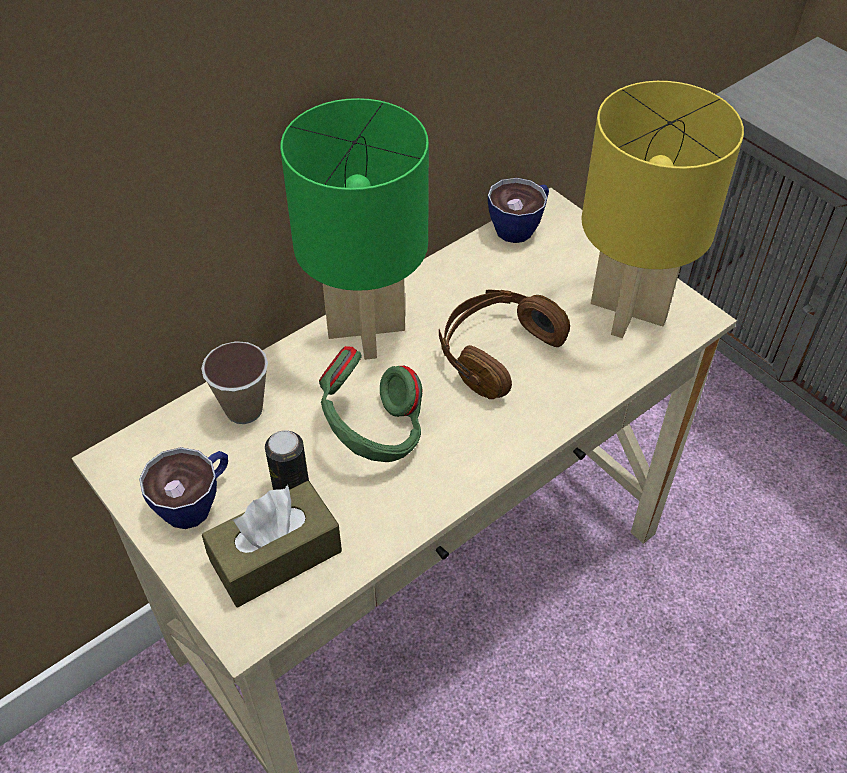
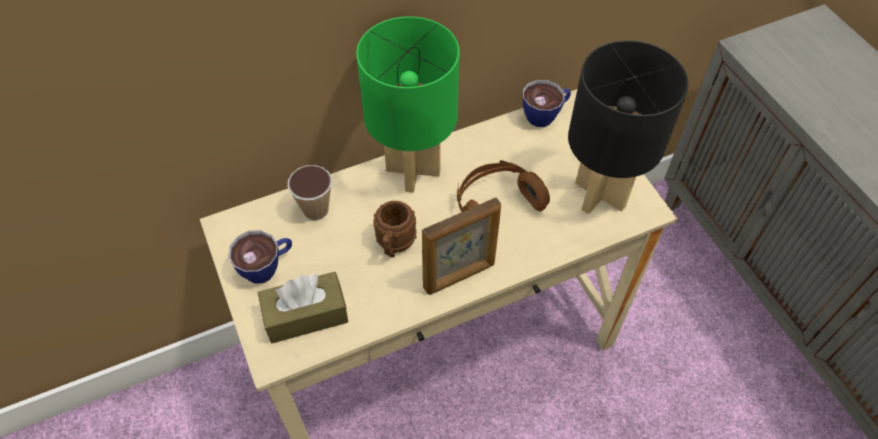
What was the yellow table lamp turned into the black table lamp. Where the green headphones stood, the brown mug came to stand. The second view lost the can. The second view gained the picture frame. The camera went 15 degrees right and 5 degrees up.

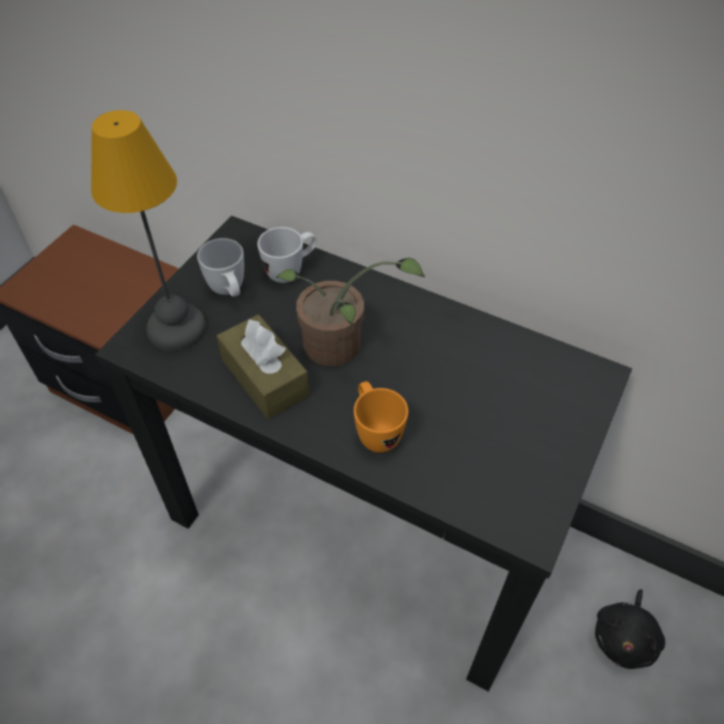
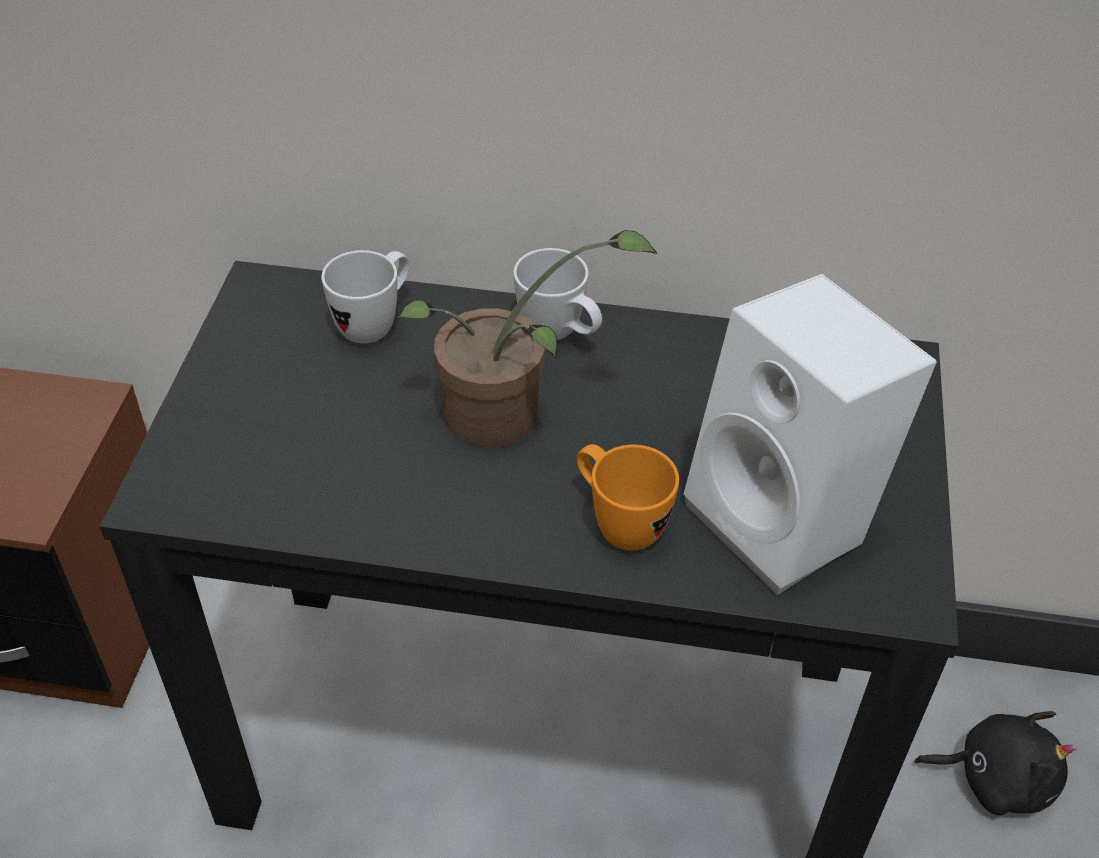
The second view lost the table lamp. The white mug (no. 1 from left in the first image) ended up elsewhere. The second view lost the brown tissue box. The black plush toy ended up facing another way, 90 degrees counterclockwise from before. The second view gained the white speaker. The camera went 20 degrees left and 5 degrees down.

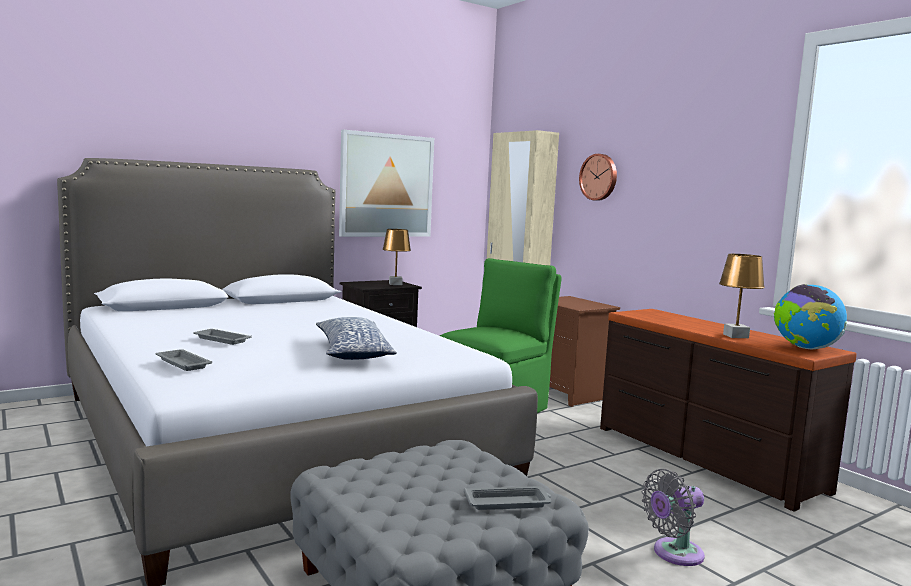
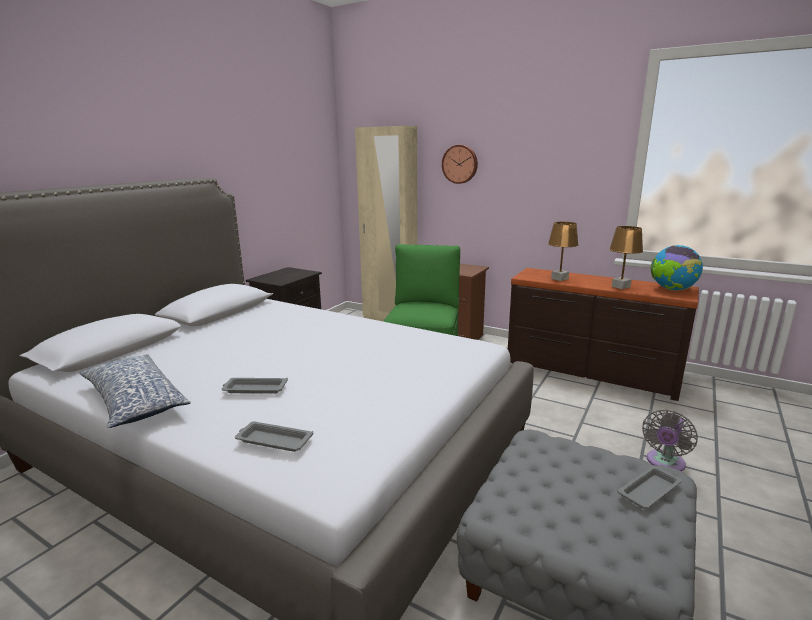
The second view lost the picture. The brown table lamp (no. 1 from left) ended up elsewhere. The pillow ended up elsewhere. The camera went 25 degrees left and 10 degrees up.

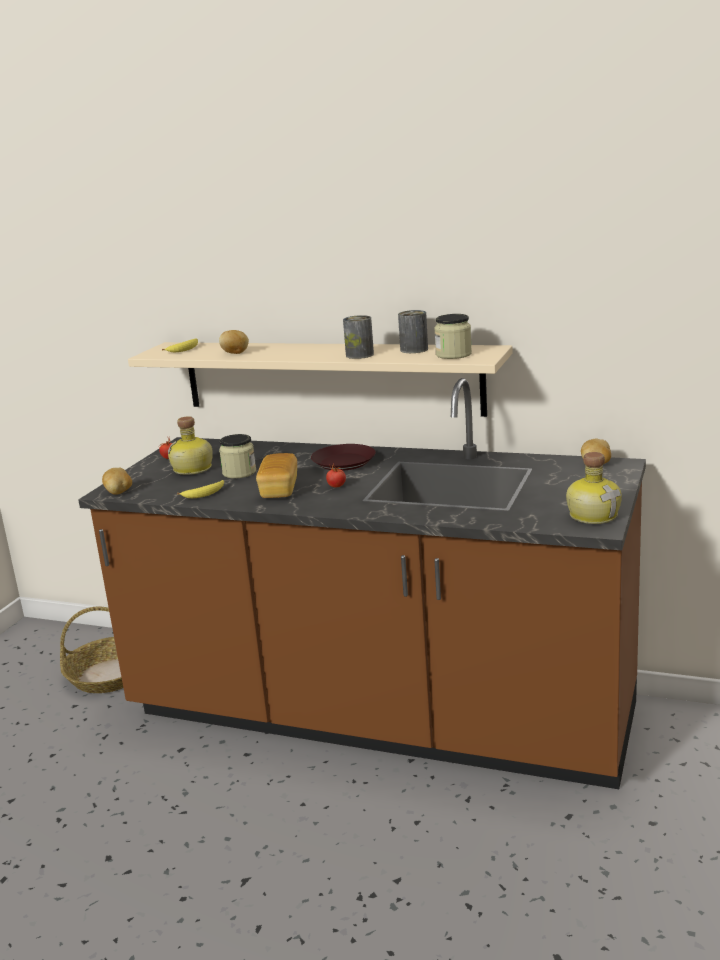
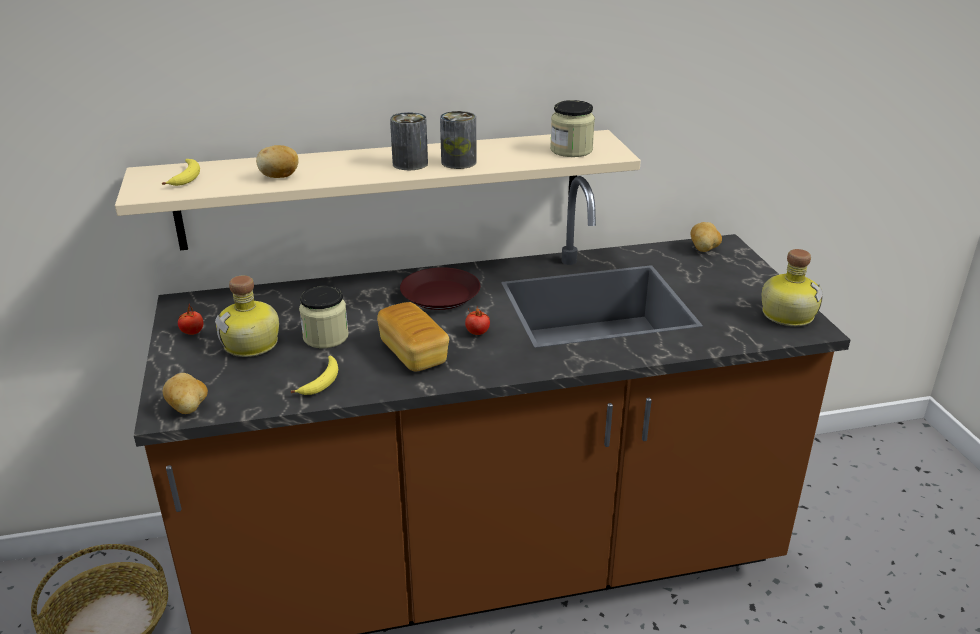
The can (no. 2 from left in the first image) ended up elsewhere. The camera went 35 degrees left and 10 degrees up.

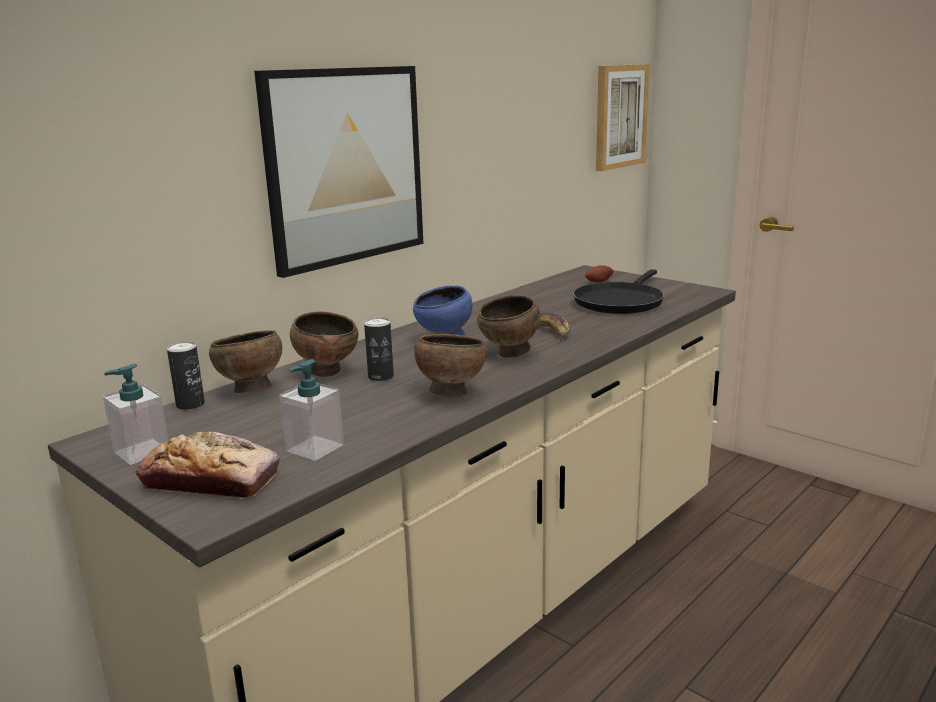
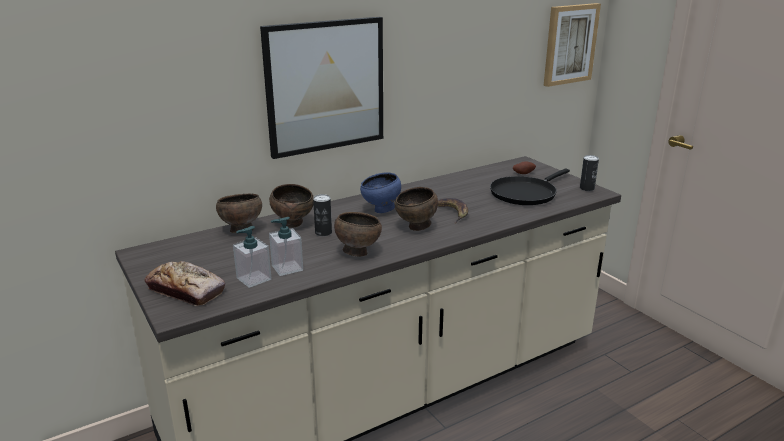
The can (no. 1 from left in the first image) ended up elsewhere. The soap dispenser (no. 1 from left in the first image) ended up elsewhere. The camera went 15 degrees right and 5 degrees up.

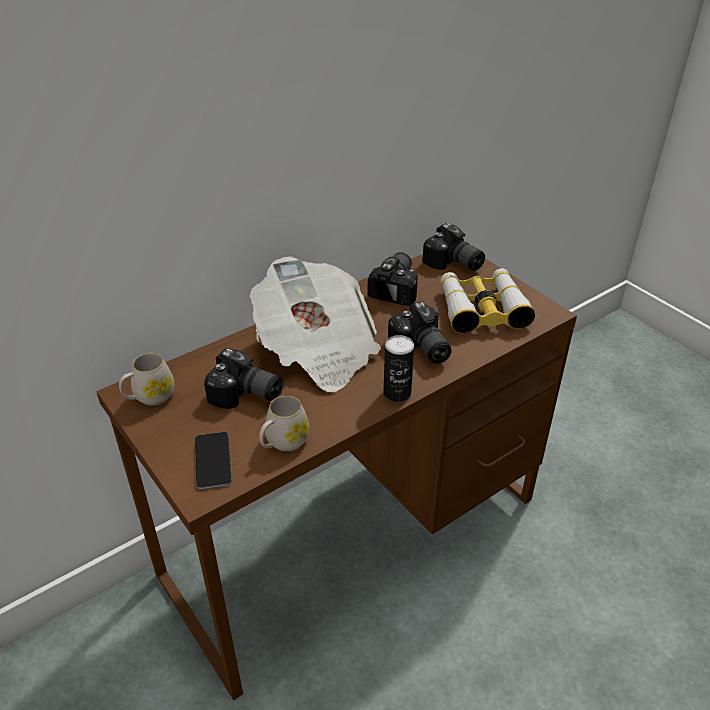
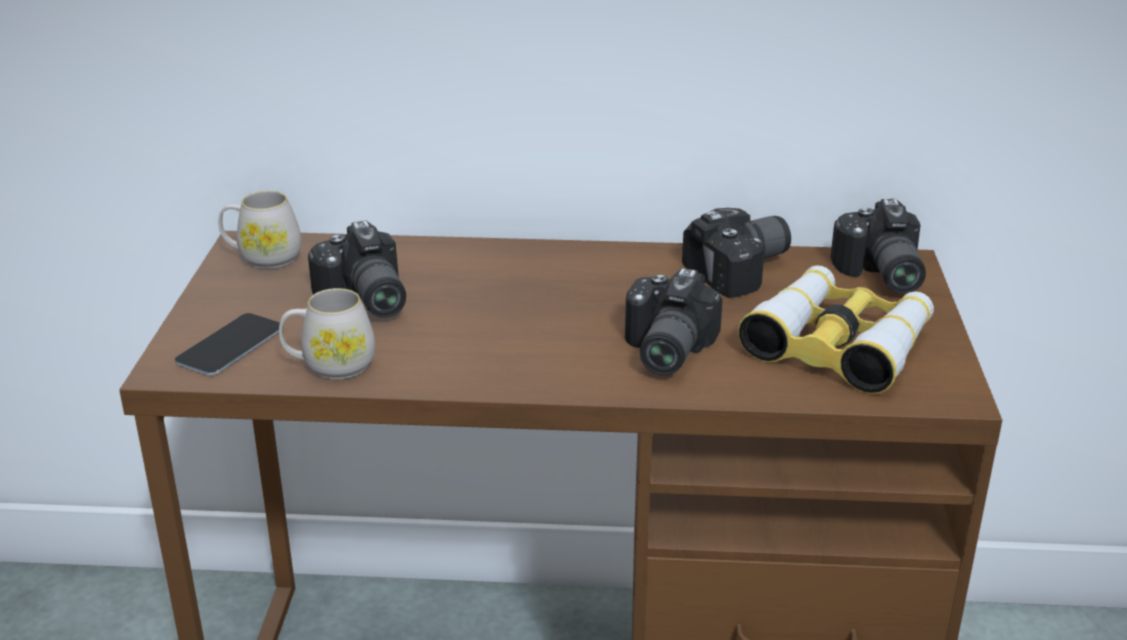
The second view lost the newspaper. The second view lost the can. The camera went 40 degrees right and 10 degrees down.

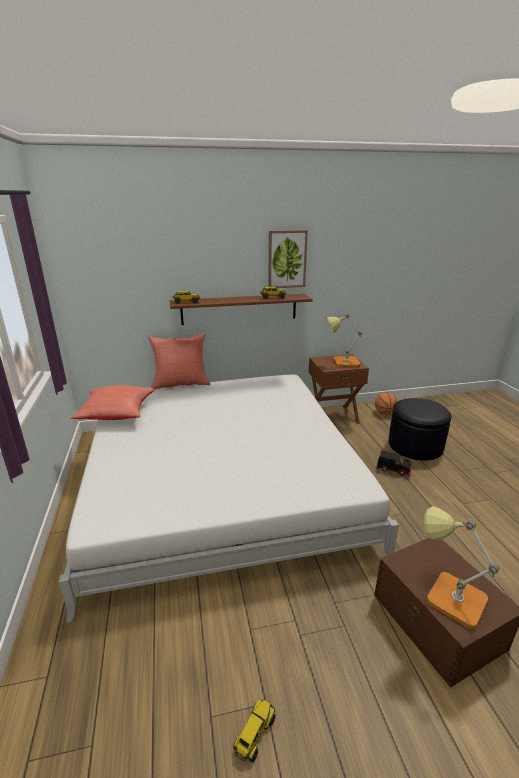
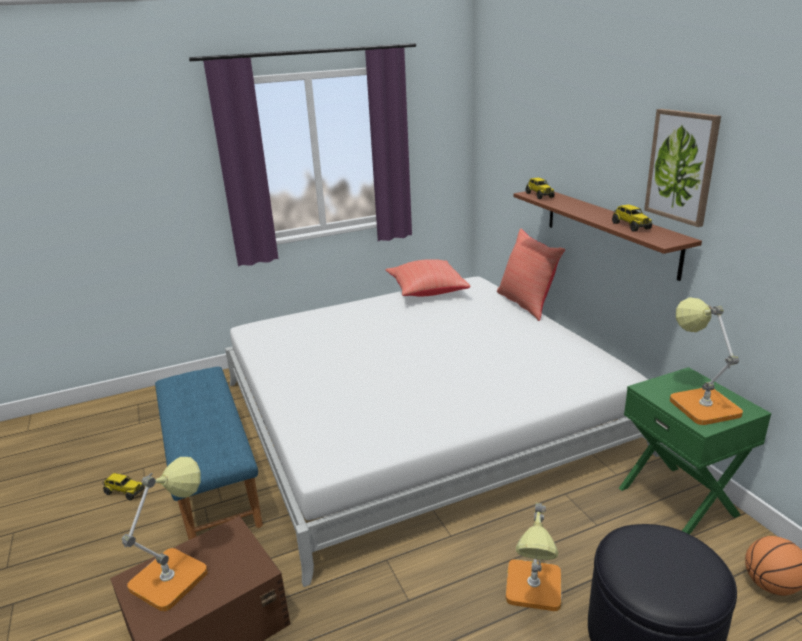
What was the brown nightstand turned into the green nightstand. Where the toy truck (no. 4 from left) stood, the table lamp (no. 2 from left) came to stand. The second view gained the blue bench. The camera went 80 degrees right and 0 degrees up.

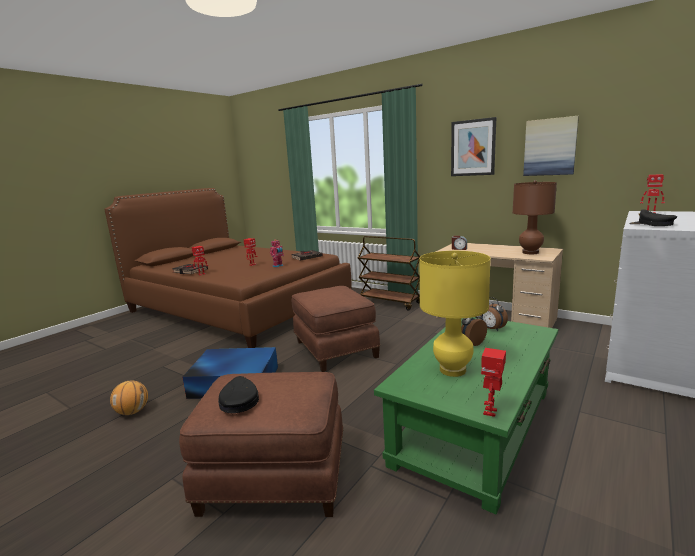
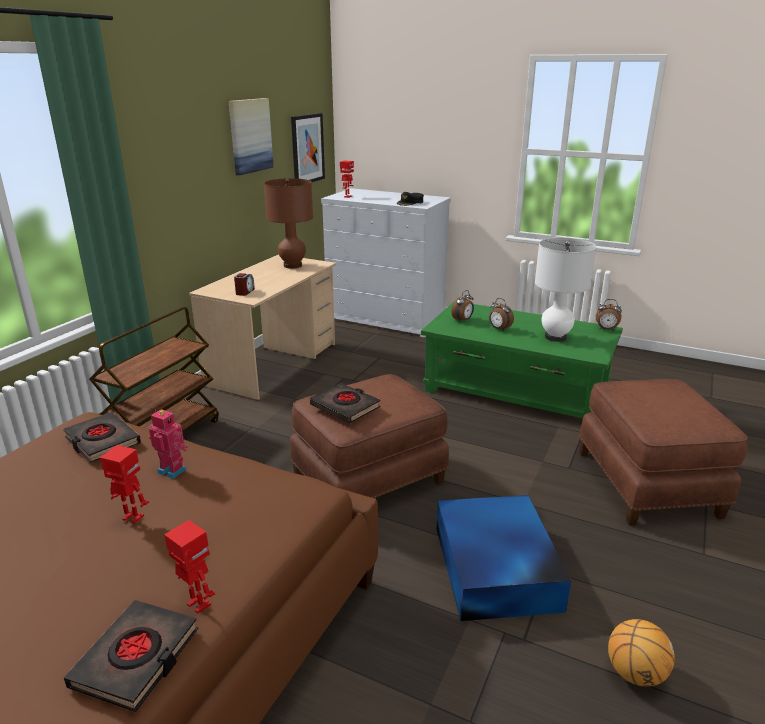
The picture (no. 1 from left in the first image) ended up elsewhere. What was the yellow table lamp turned into the white table lamp. Where the toy robot (no. 4 from left) stood, the alarm clock (no. 4 from left) came to stand. The second view lost the black cap (no. 1 from left). The second view gained the black book (no. 3 from left). The camera went 100 degrees left and 10 degrees up.

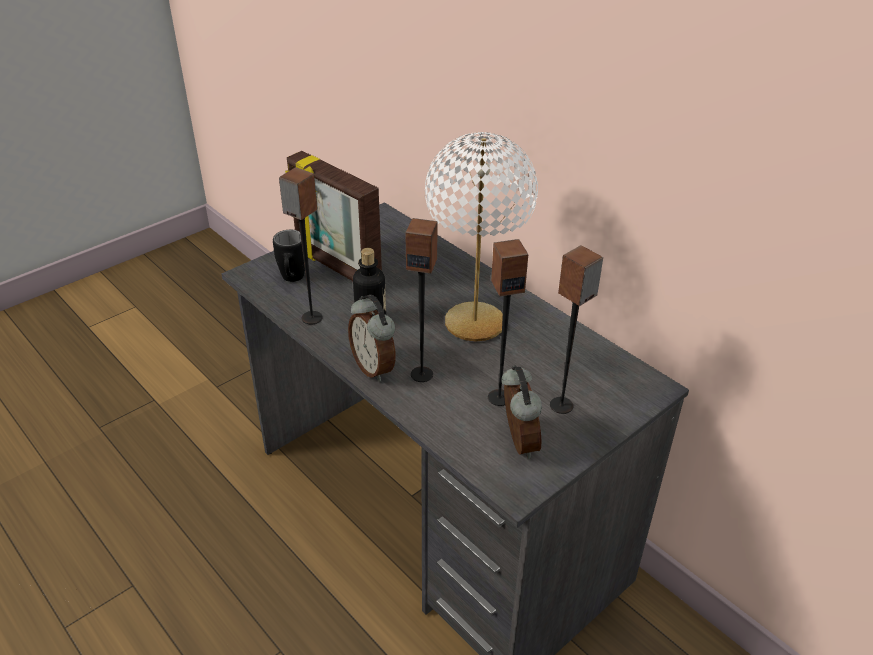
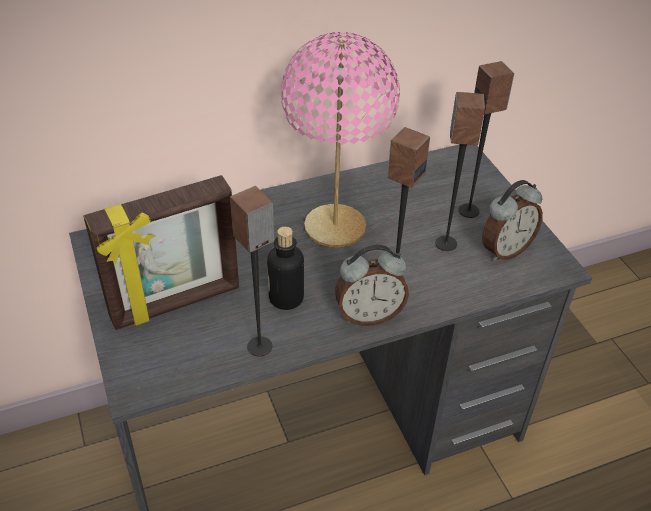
What was the white table lamp turned into the pink table lamp. The second view lost the black mug. The alarm clock (no. 2 from left) ended up facing another way, 135 degrees clockwise from before. The camera went 70 degrees left and 5 degrees up.

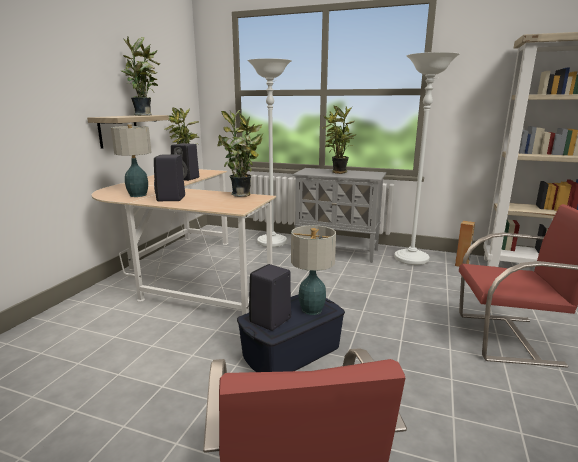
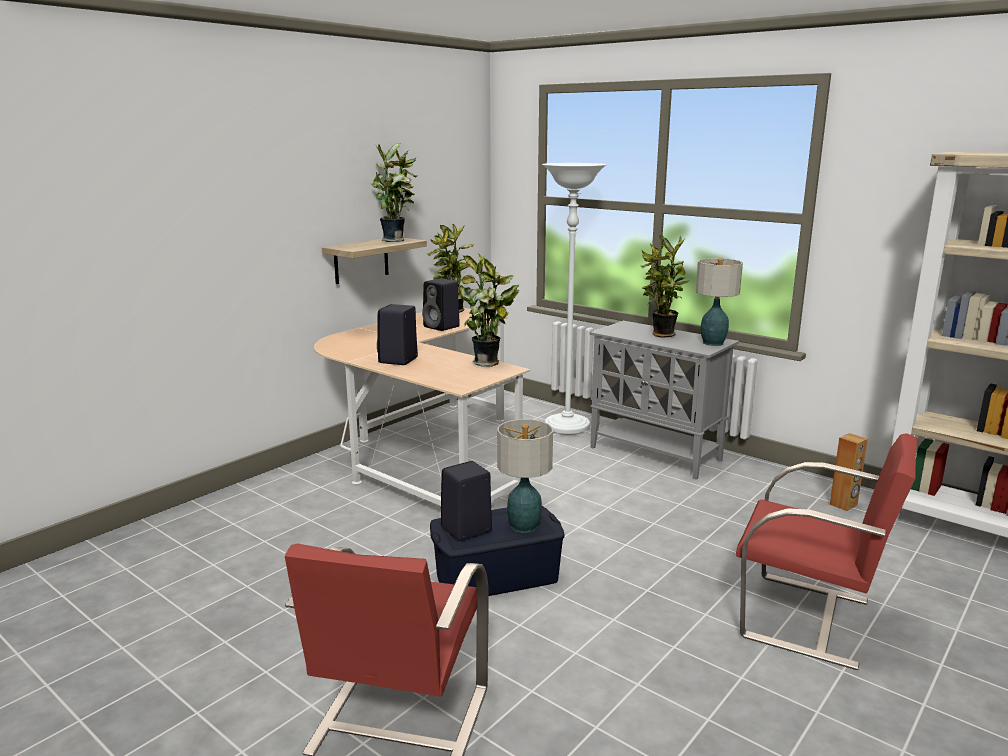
The second view lost the white floor lamp (no. 2 from left). The table lamp (no. 1 from left in the first image) ended up elsewhere. The camera went 20 degrees right and 0 degrees up.

